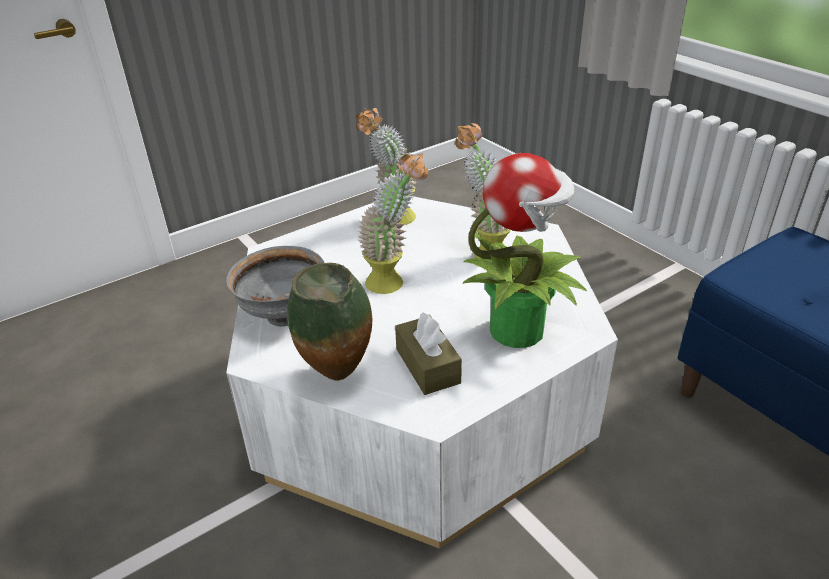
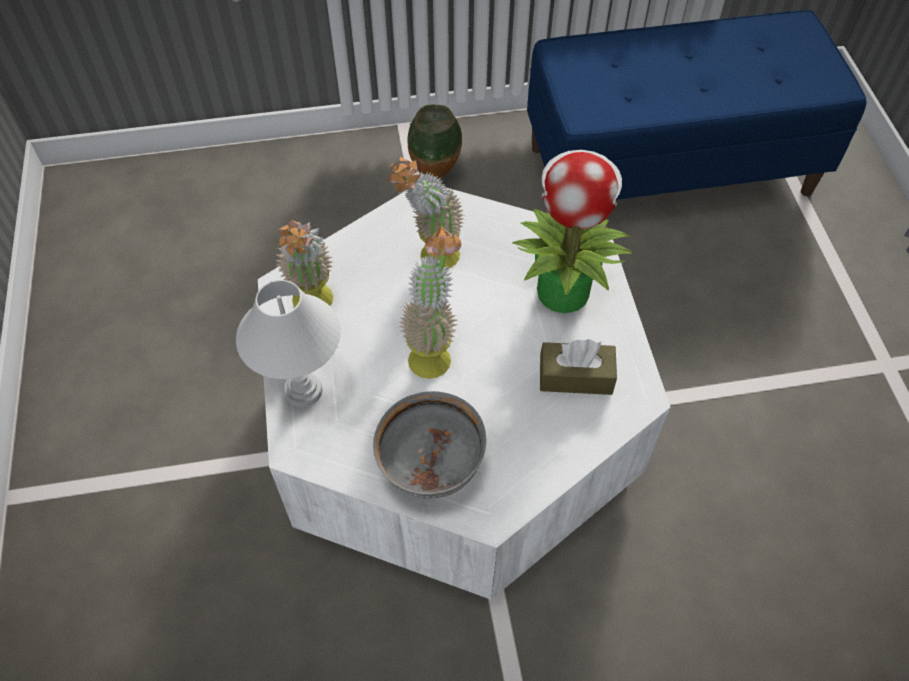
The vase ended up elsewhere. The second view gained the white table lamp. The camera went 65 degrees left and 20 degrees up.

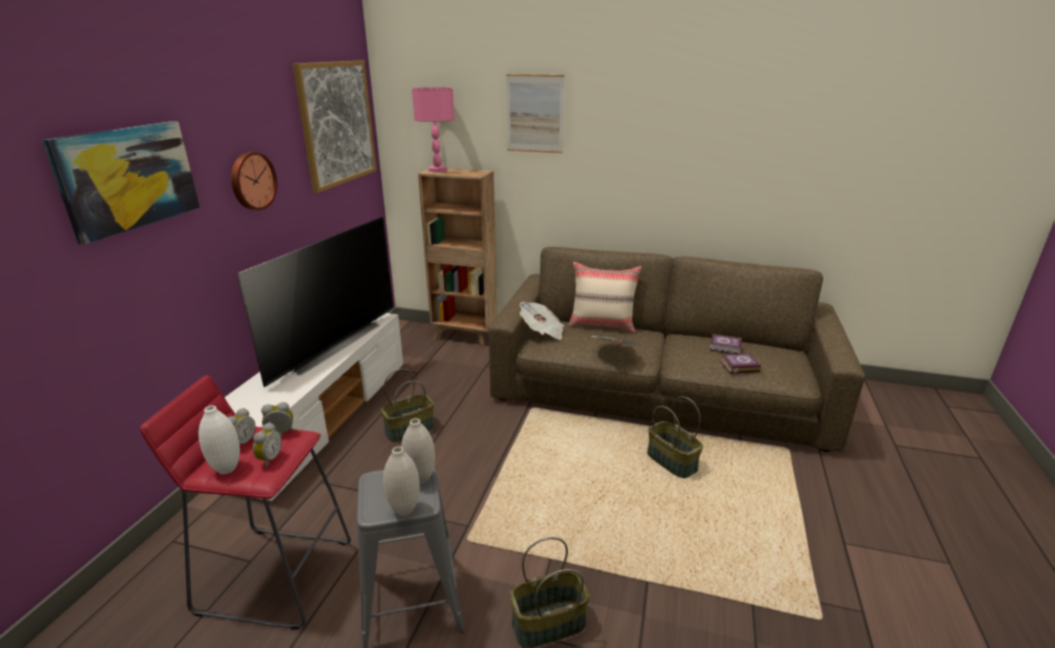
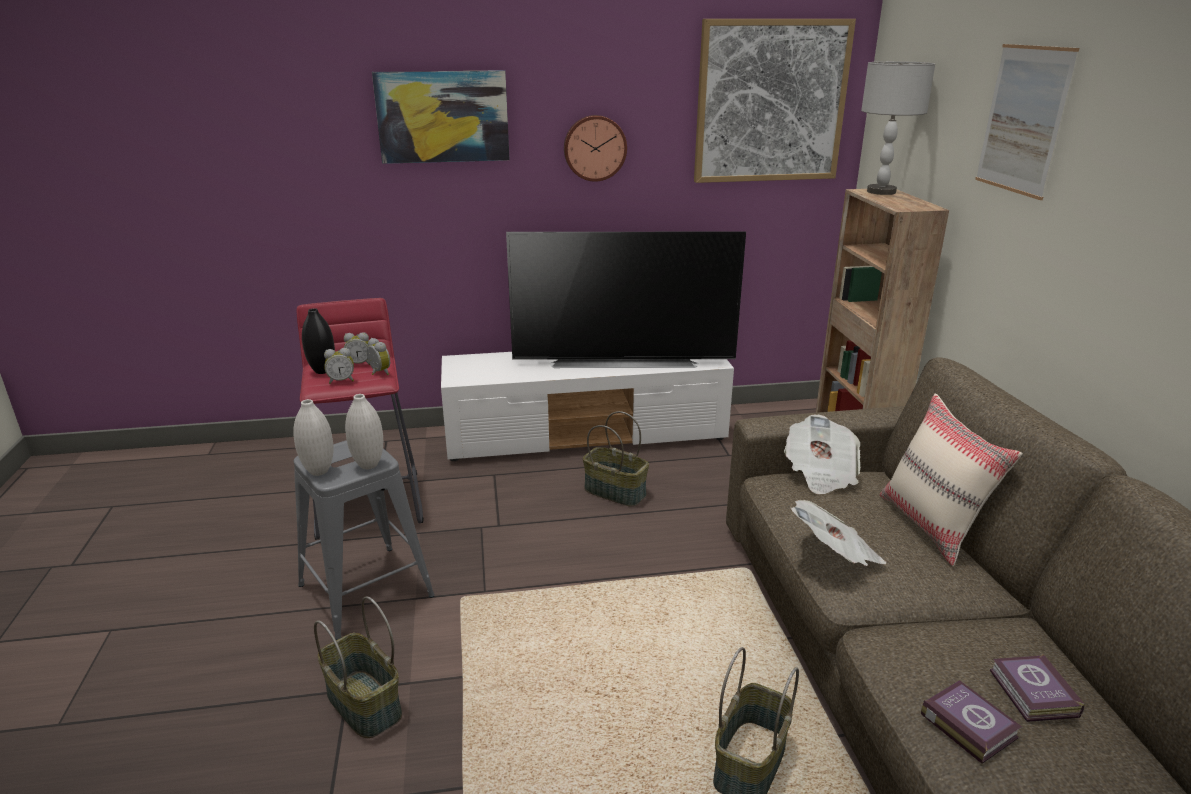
What was the pink table lamp turned into the grey table lamp. What was the white vase (no. 1 from left) turned into the black vase. The camera went 65 degrees right and 0 degrees up.

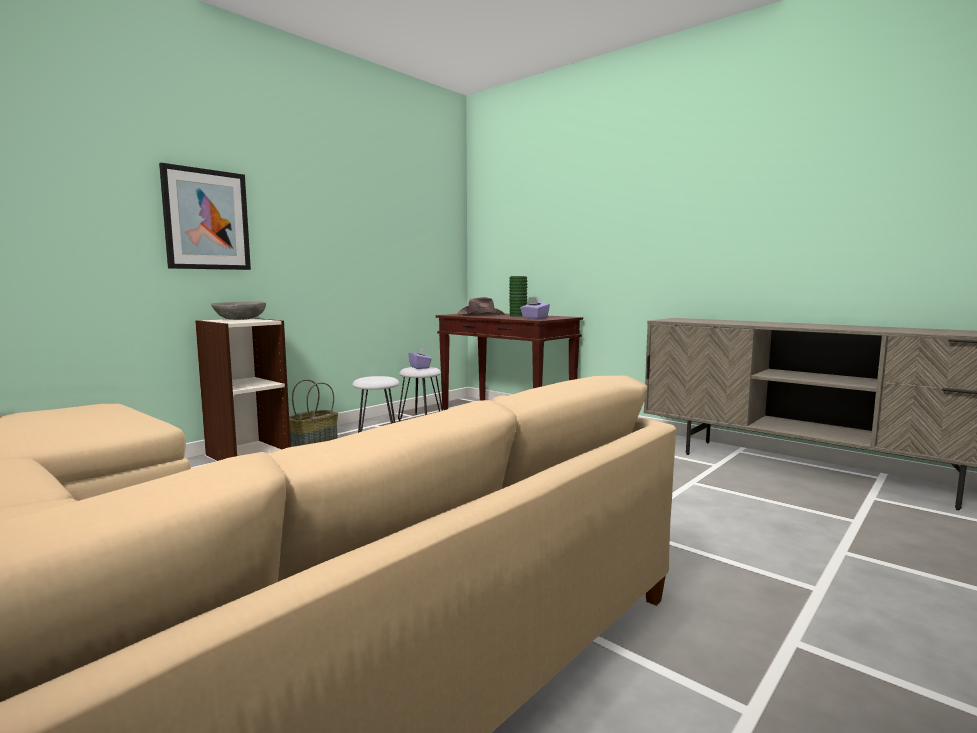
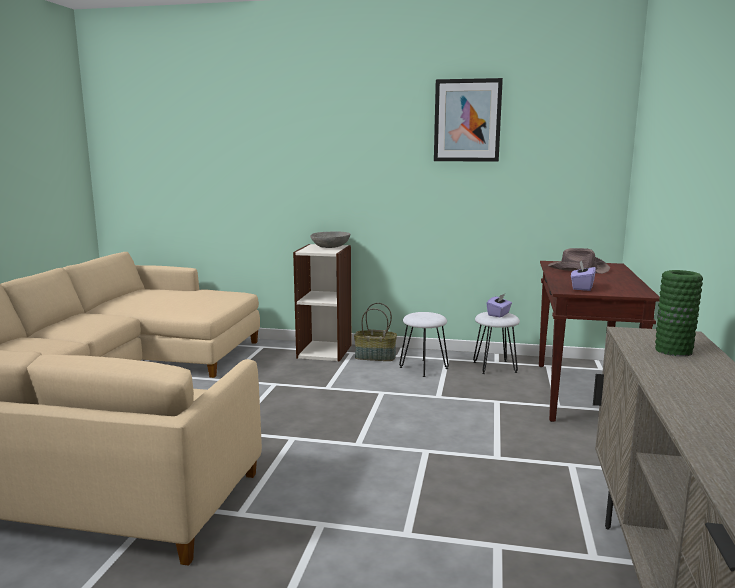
The picture ended up elsewhere. The green vase ended up elsewhere. The camera went 60 degrees right and 5 degrees up.

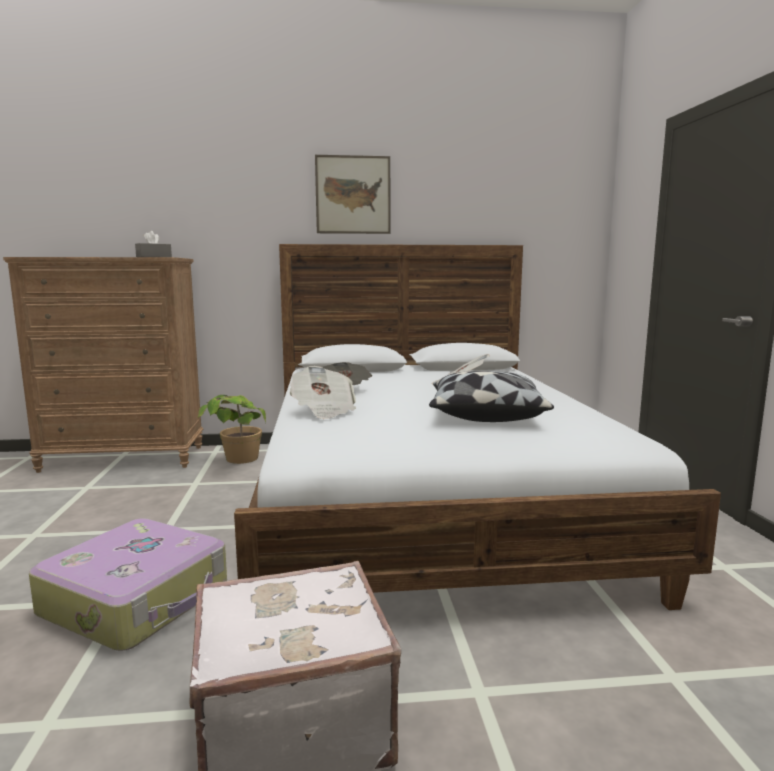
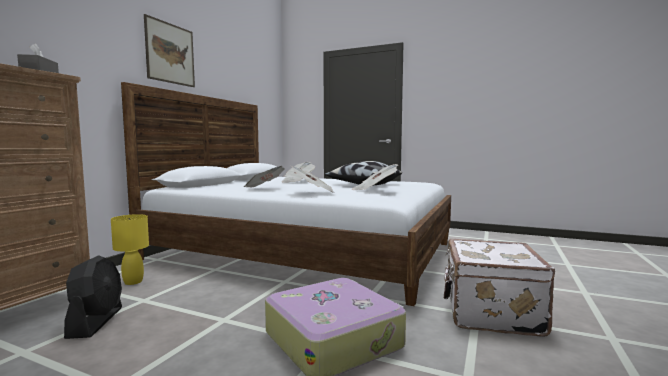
Where the potted plant stood, the yellow table lamp came to stand. The second view gained the newspaper (no. 4 from left). The second view gained the black fan. The camera went 60 degrees left and 5 degrees down.

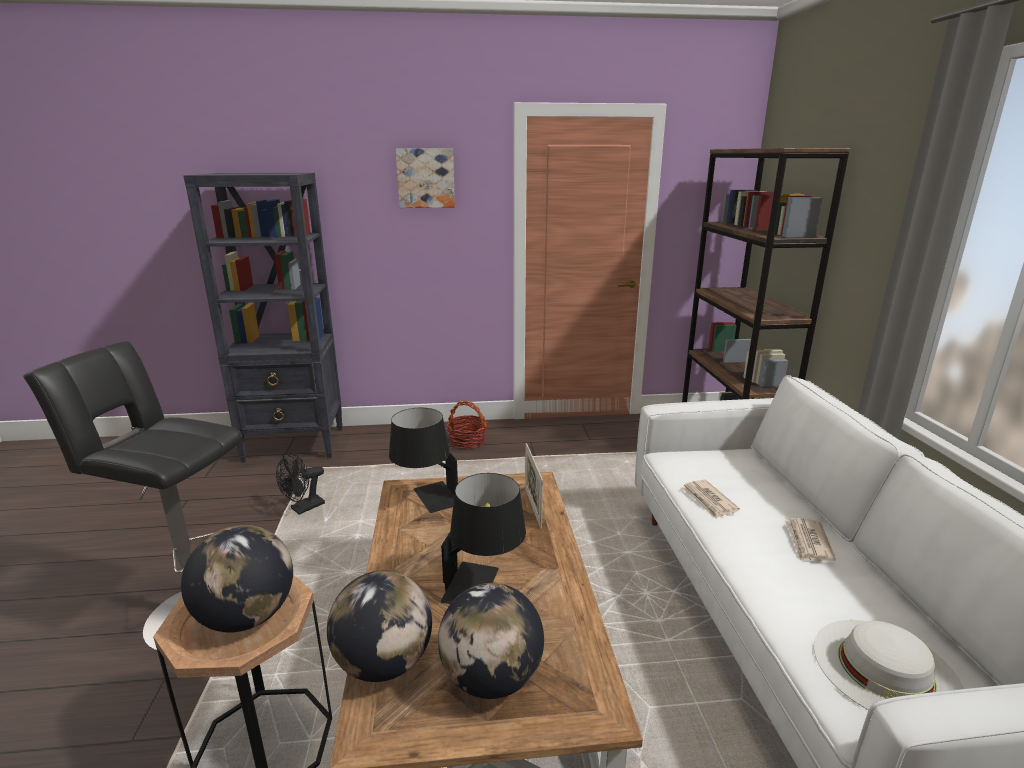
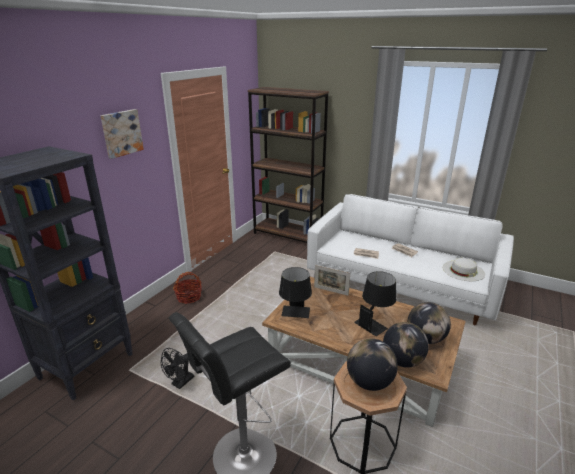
The black fan ended up facing another way, 45 degrees clockwise from before. The camera went 55 degrees left and 5 degrees up.

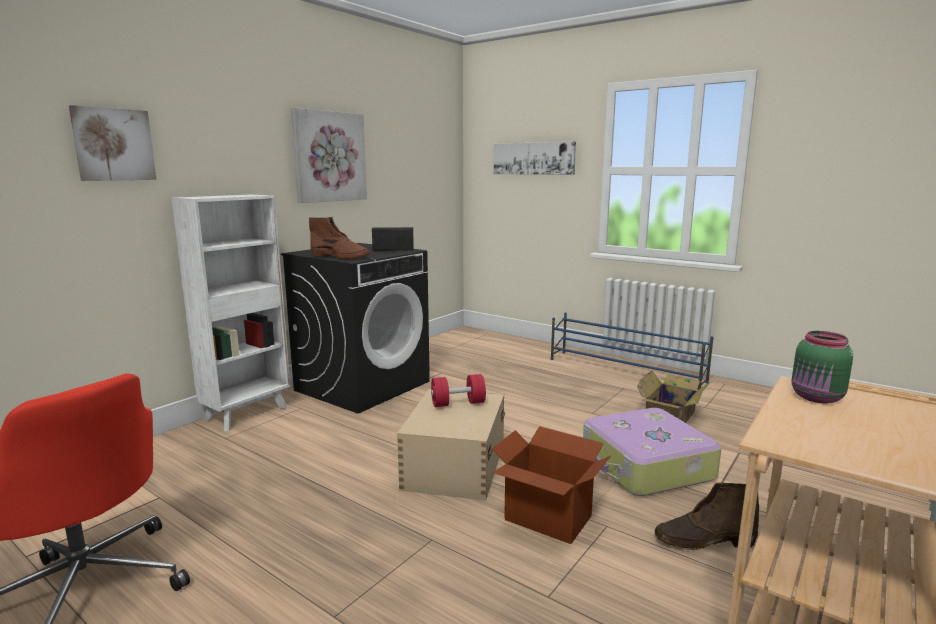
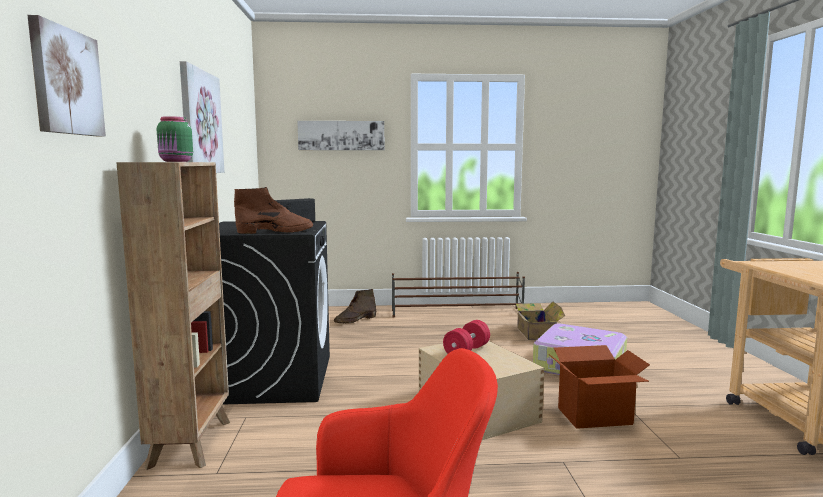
What was the white bookcase turned into the brown bookcase. What was the blue shoe rack turned into the brown shoe rack. The green jar ended up elsewhere. The brown boot (no. 2 from left) ended up elsewhere. The camera went 40 degrees left and 5 degrees down.

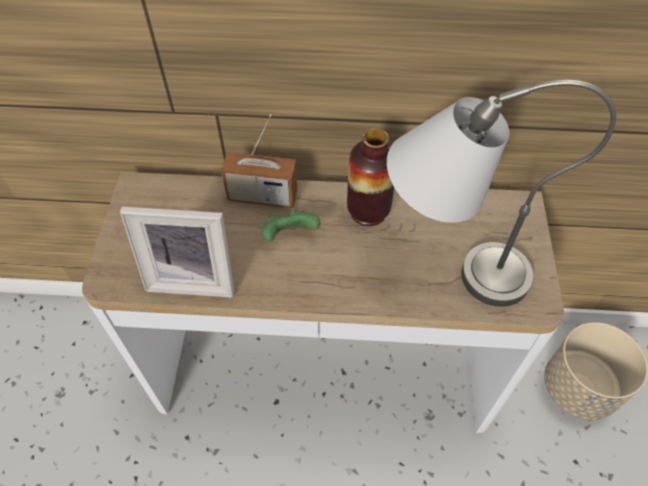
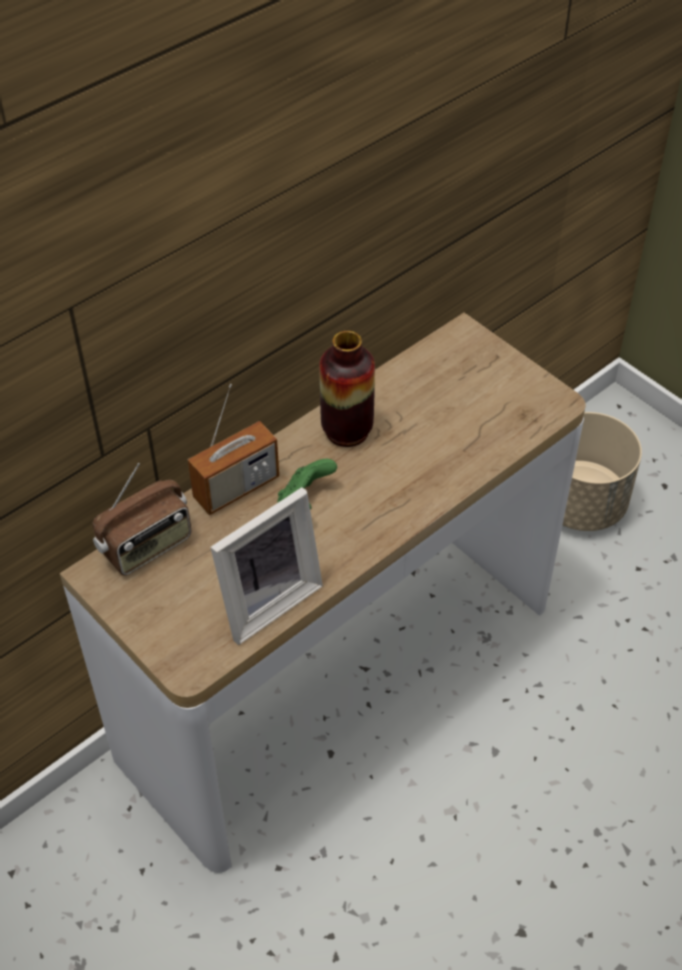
The second view lost the grey table lamp. The second view gained the radio (no. 1 from left). The camera went 45 degrees left and 5 degrees down.

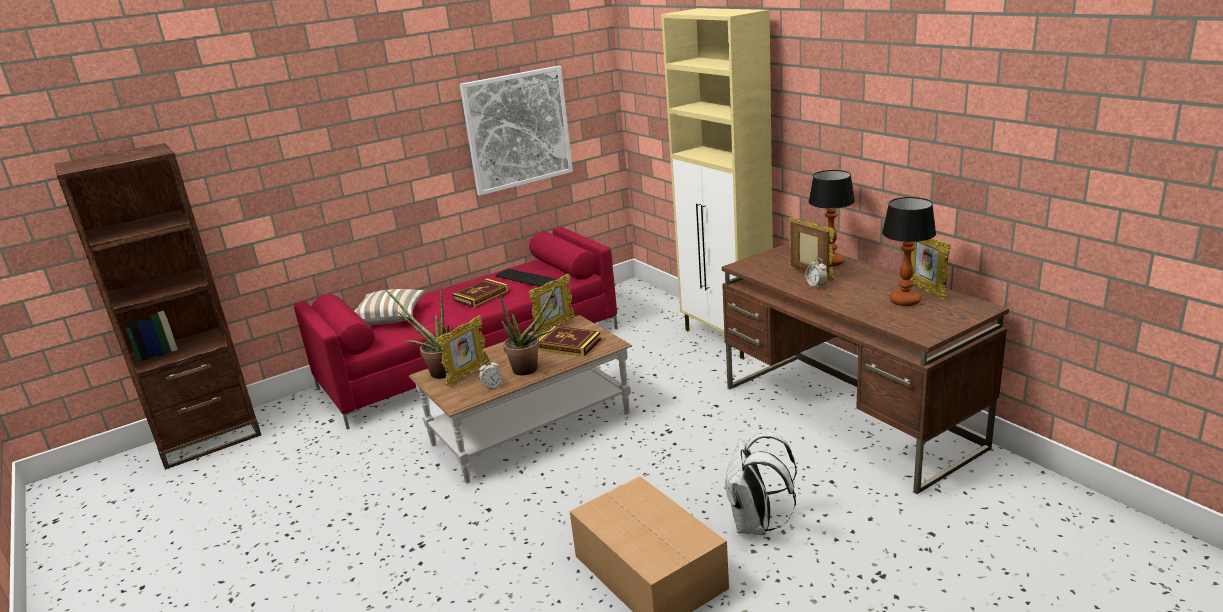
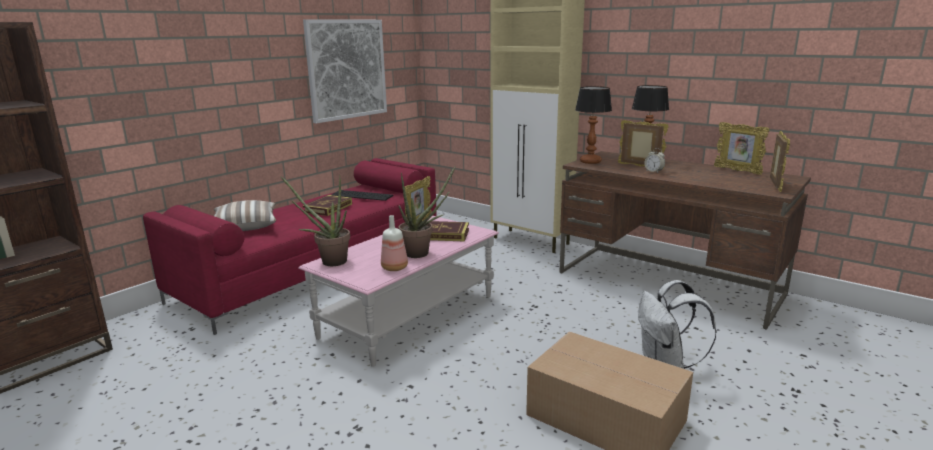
The table lamp (no. 2 from left in the first image) ended up elsewhere. What was the brown coffee table turned into the pink coffee table. The picture frame (no. 1 from left in the first image) ended up elsewhere. Where the alarm clock (no. 1 from left) stood, the bottle came to stand. The camera went 20 degrees left and 5 degrees down.

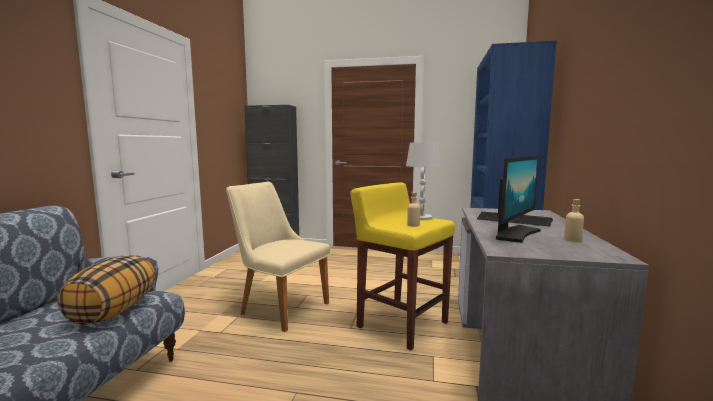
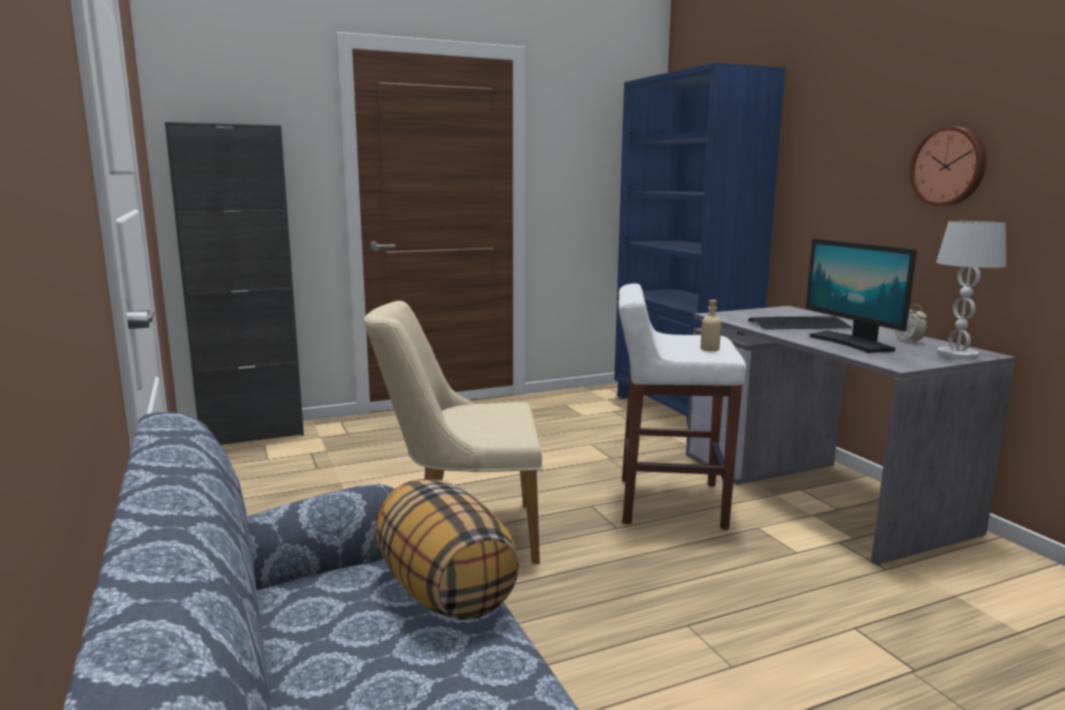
The white table lamp ended up elsewhere. The monitor ended up facing another way, 150 degrees clockwise from before. What was the yellow stool turned into the white stool. Where the beige bottle (no. 2 from left) stood, the alarm clock came to stand. The second view gained the wall clock. The camera went 35 degrees left and 5 degrees up.

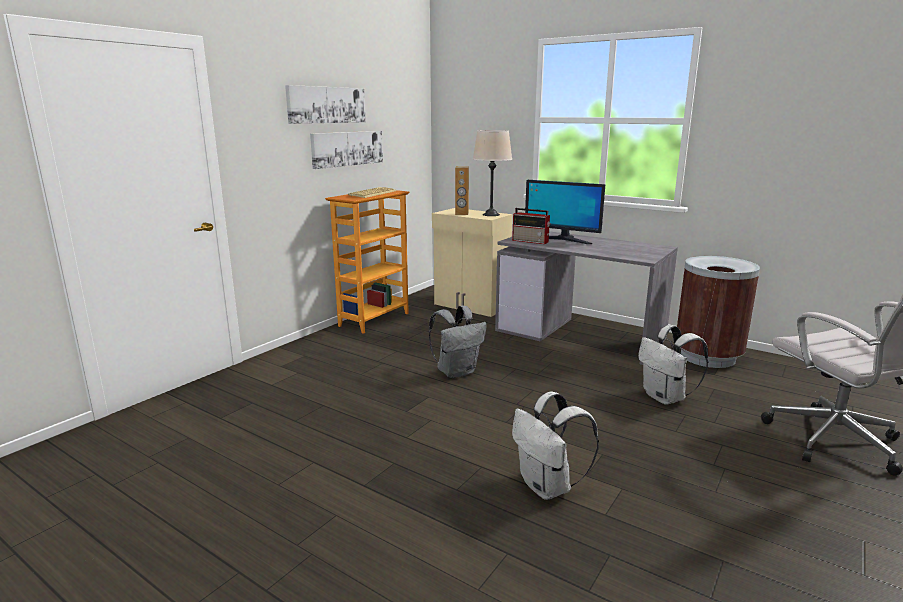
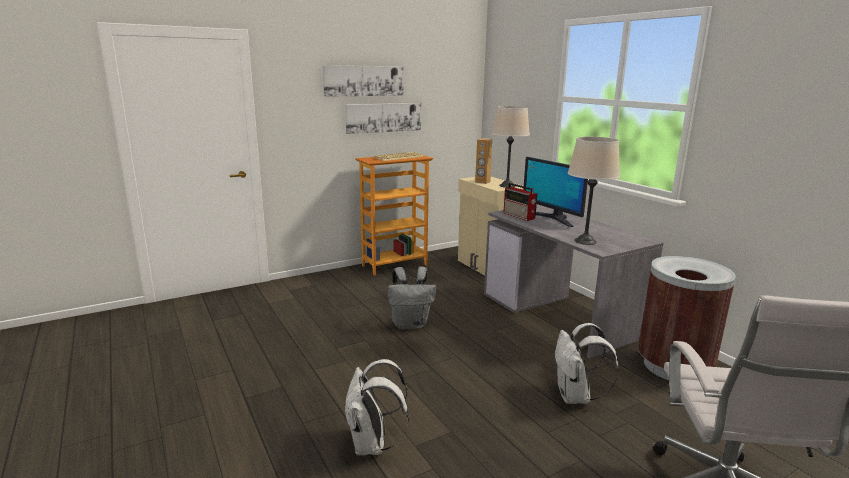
The second view gained the beige table lamp (no. 2 from left). The camera went 25 degrees right and 0 degrees up.

